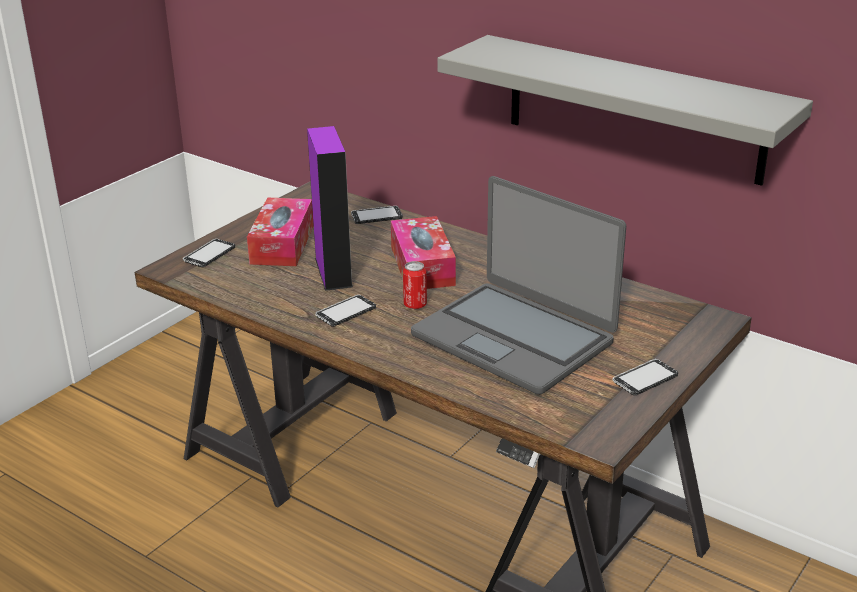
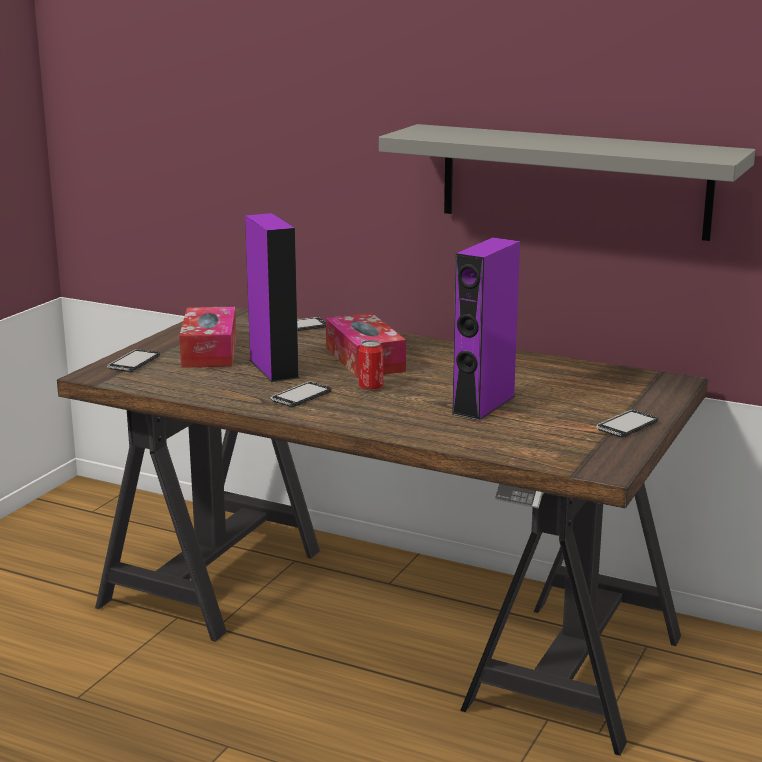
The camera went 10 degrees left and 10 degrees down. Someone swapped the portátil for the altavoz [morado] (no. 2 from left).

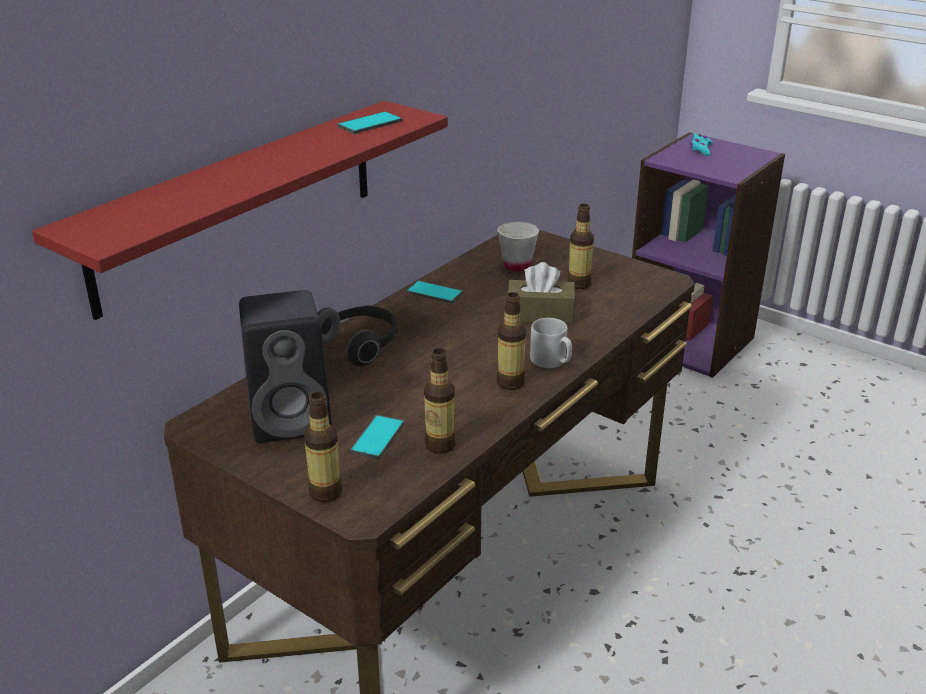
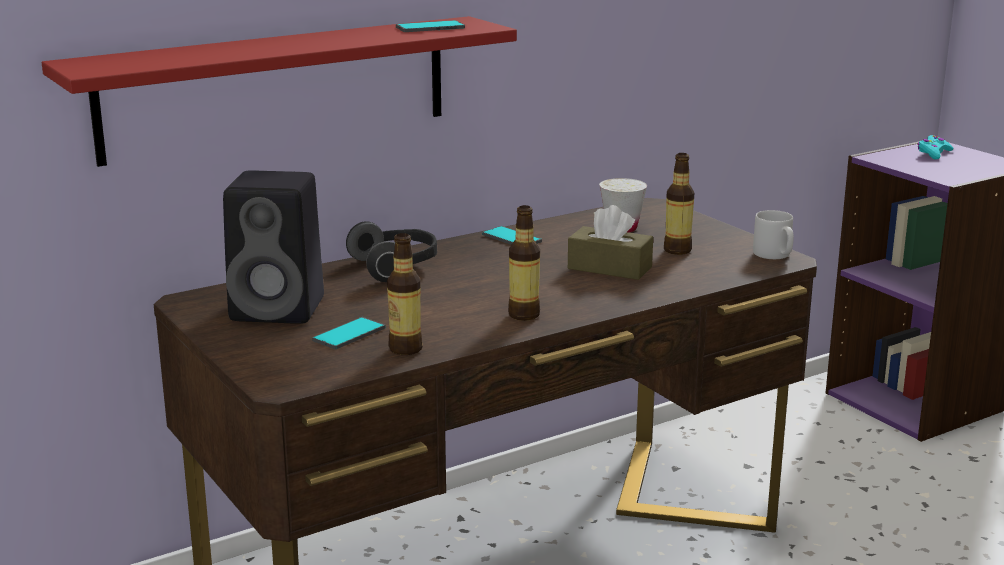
The camera went 20 degrees right and 10 degrees down. Someone carried the taza grande [gris]. Someone took away the botella (no. 1 from left).

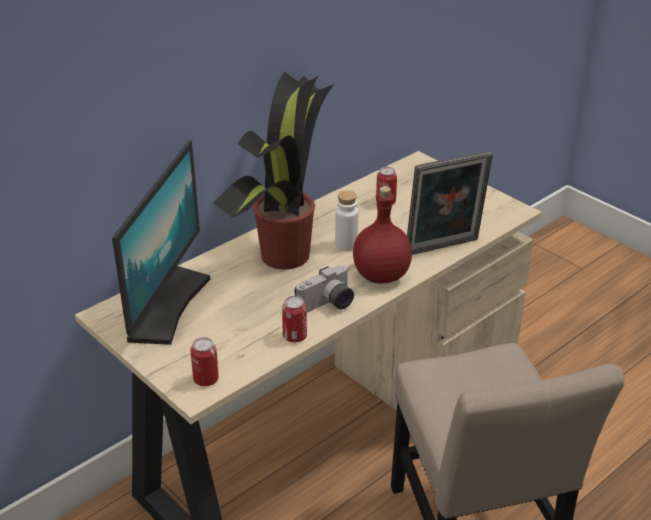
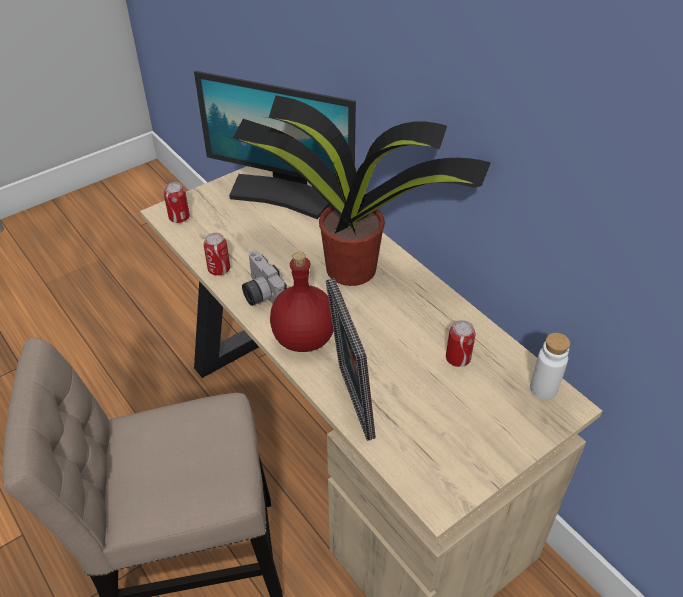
The camera went 95 degrees right and 10 degrees up. Someone carried the botella [blanco].

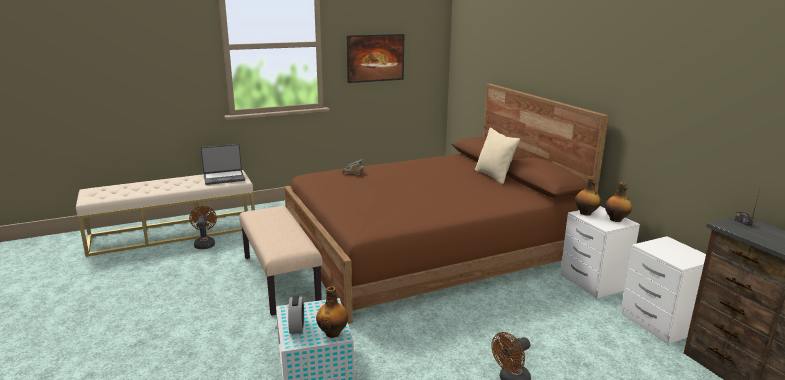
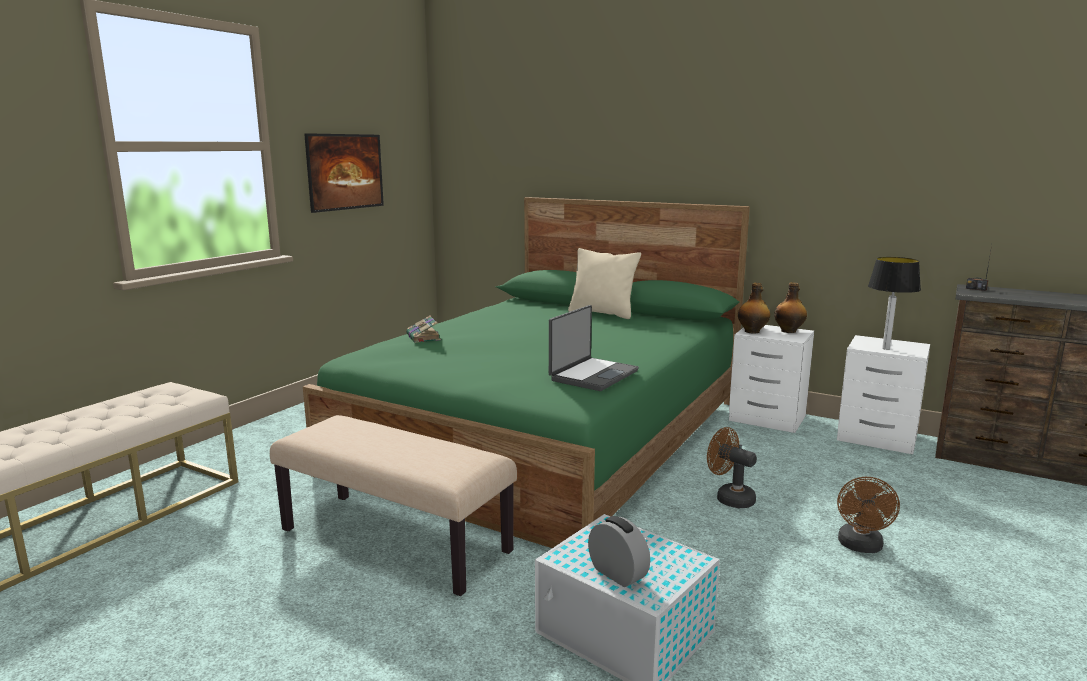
The camera went 35 degrees left and 5 degrees down. Someone repainted the cama [marrón], which became the cama [verde]. Someone carried the portátil. Someone carried the ventilador [marrón] (no. 1 from left). Someone put down the lámpara de mesa. Someone took away the botella (no. 1 from left).

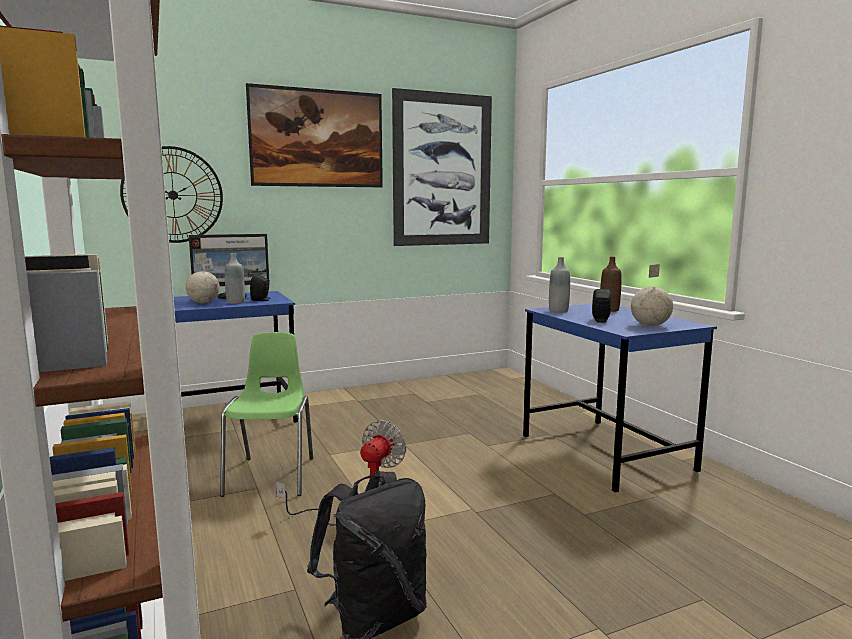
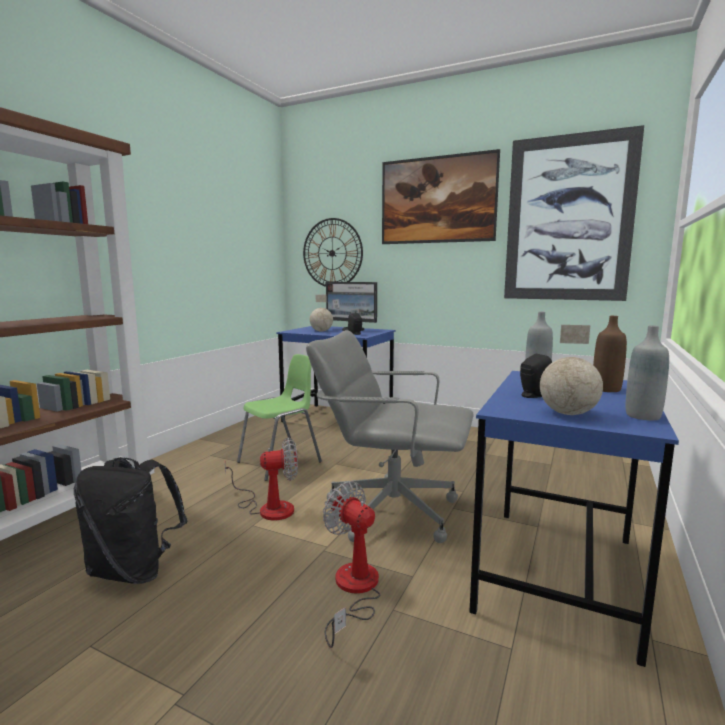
The camera went 50 degrees right and 0 degrees up. Someone put down the silla de oficina [gris]. Someone put down the ventilador (no. 2 from left). Someone carried the botella [gris] (no. 1 from left in the first image).

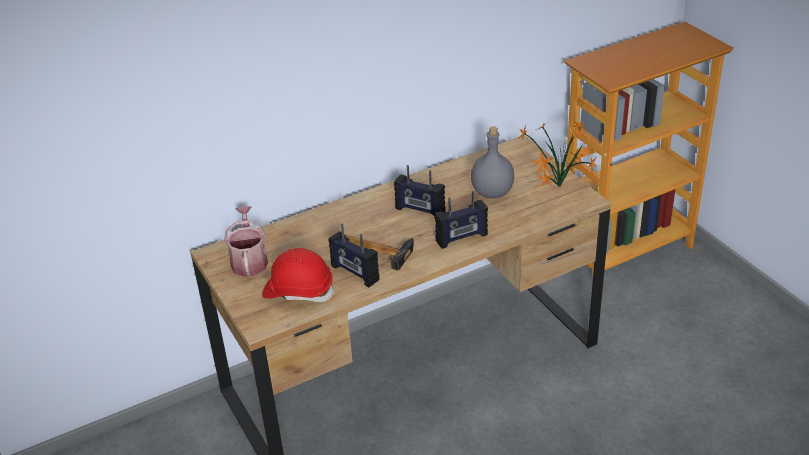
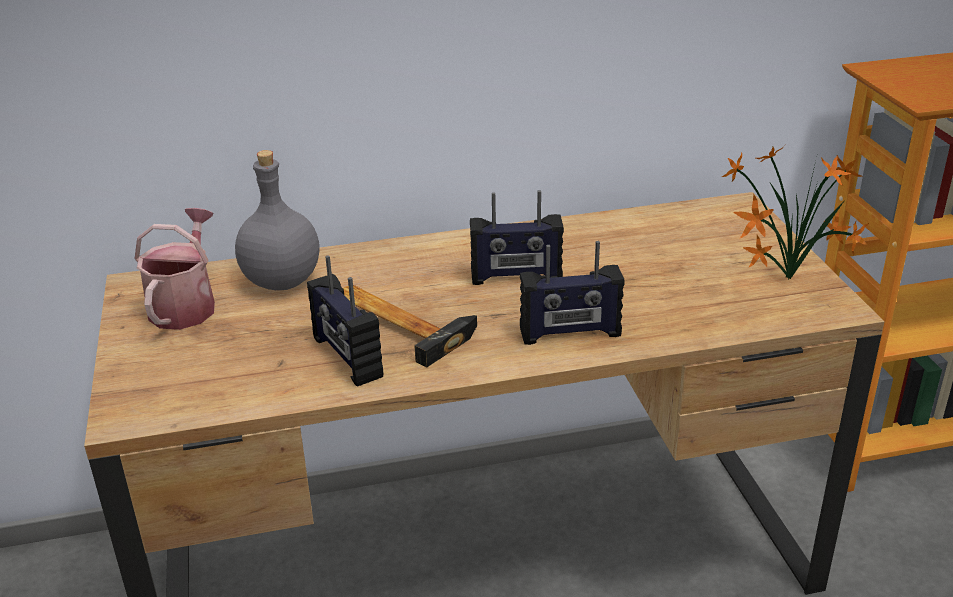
The camera went 15 degrees right and 5 degrees down. Someone carried the botella [gris]. Someone rotated the radio (no. 2 from left) by 45 degrees counterclockwise. Someone took away the casco [rojo].

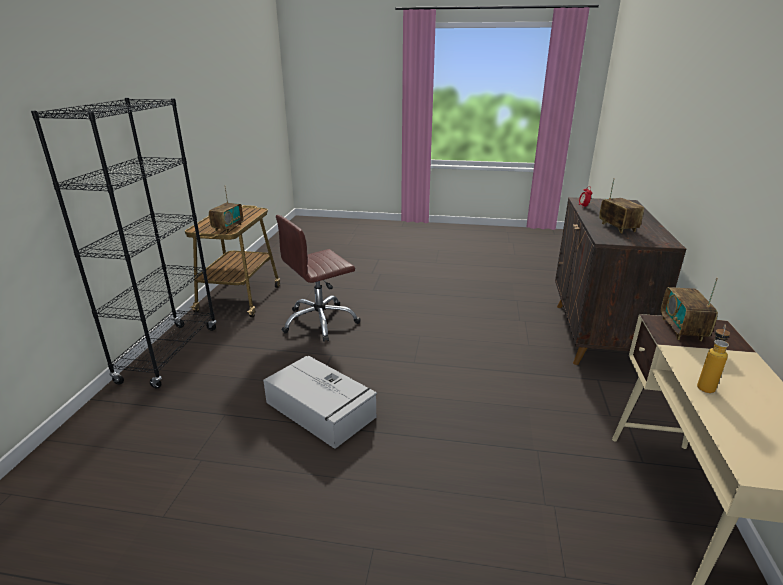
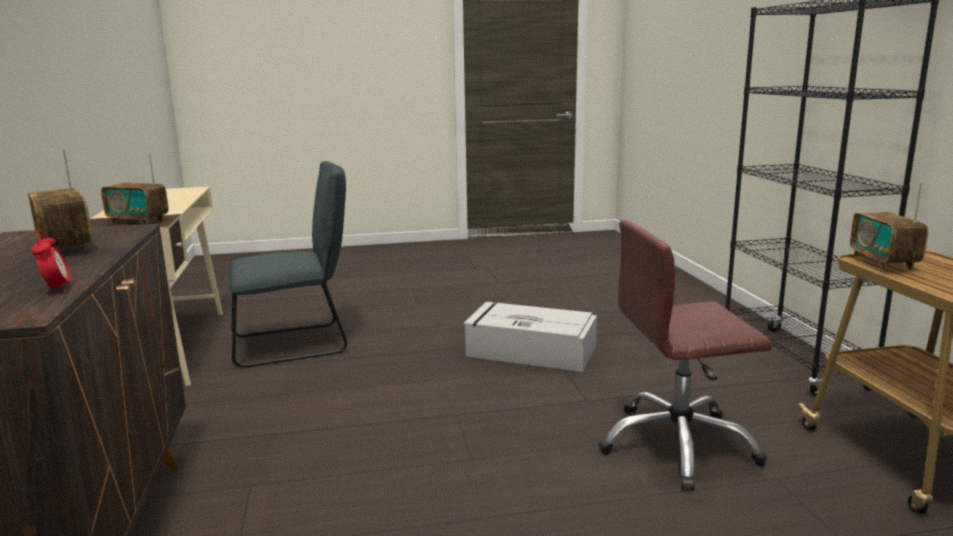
The camera went 160 degrees right and 10 degrees down. Someone rotated the radio (no. 3 from left in the first image) by 120 degrees clockwise. Someone put down the silla [gris]. Someone rotated the silla de oficina [marrón] by 135 degrees counterclockwise. Someone took away the botella.

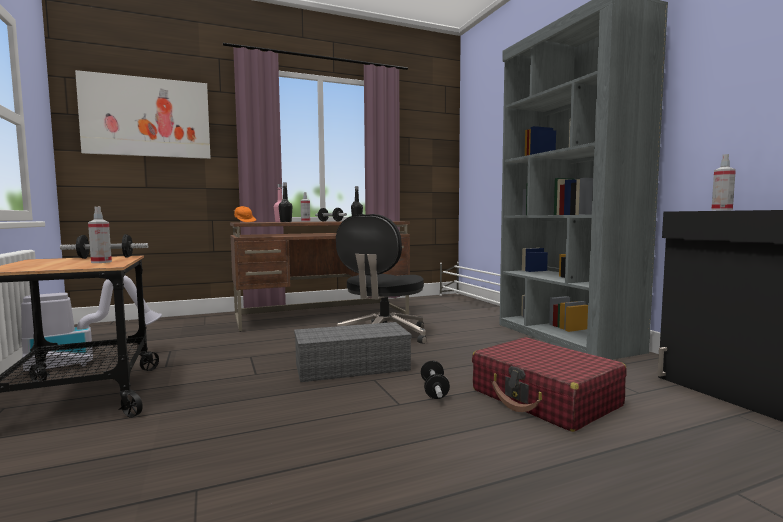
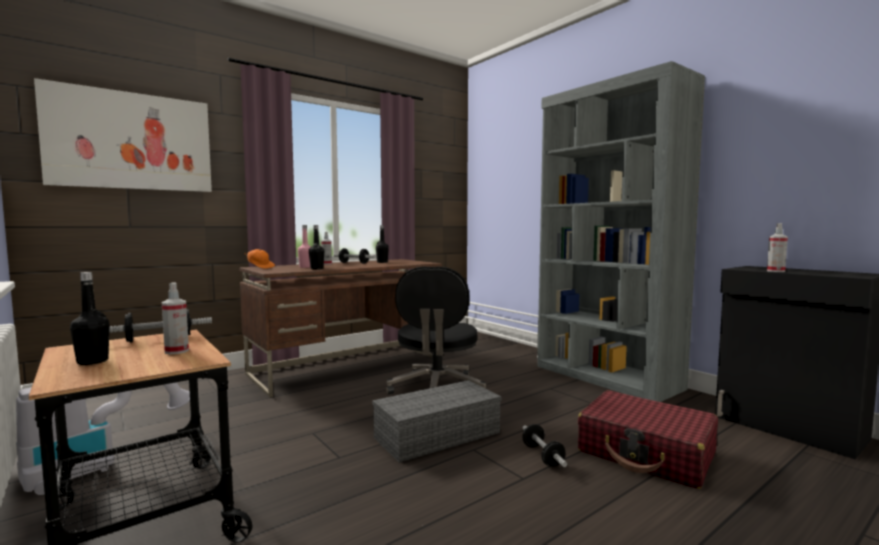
The camera went 15 degrees left and 0 degrees up. Someone put down the botella [negro] (no. 1 from left).

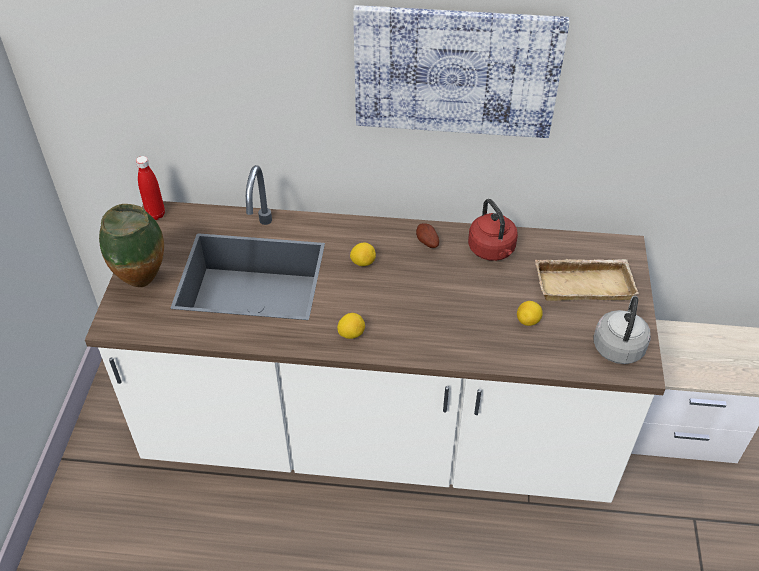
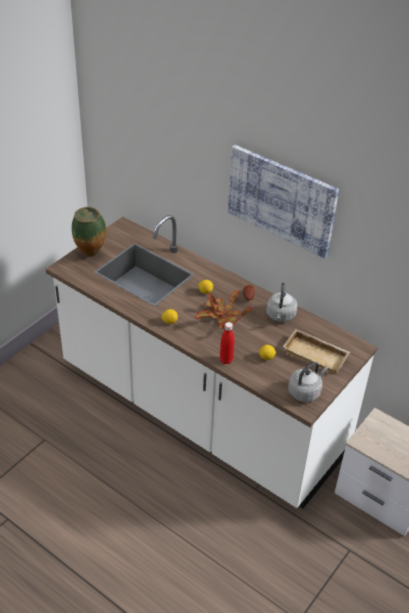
The camera went 30 degrees right and 5 degrees down. Someone put down the planta en maceta. Someone carried the botella [rojo]. Someone repainted the hervidor [rojo], which became the hervidor [gris] (no. 1 from left).

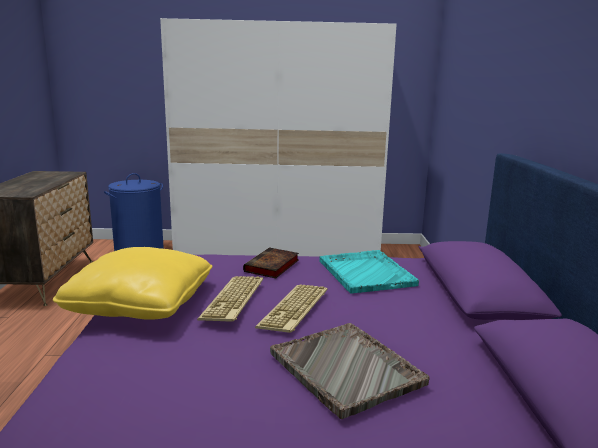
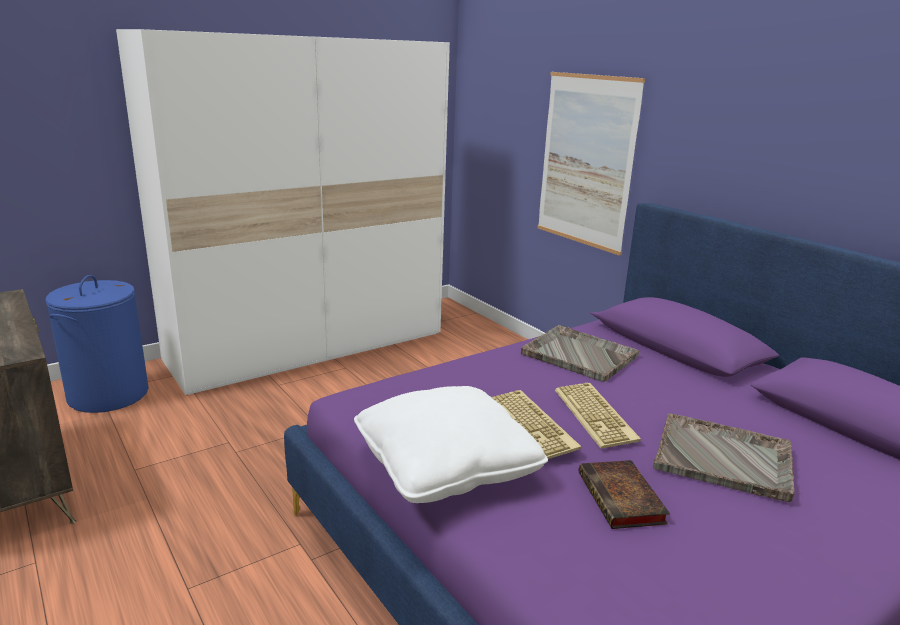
The camera went 35 degrees left and 5 degrees up. Someone repainted the cojín [amarillo], which became the cojín [blanco]. Someone repainted the bandeja [turquesa], which became the bandeja [gris] (no. 1 from left). Someone put up the cuadro. Someone carried the libro.

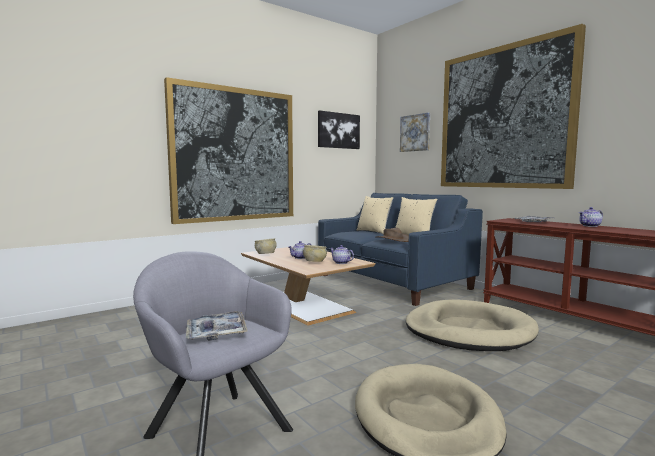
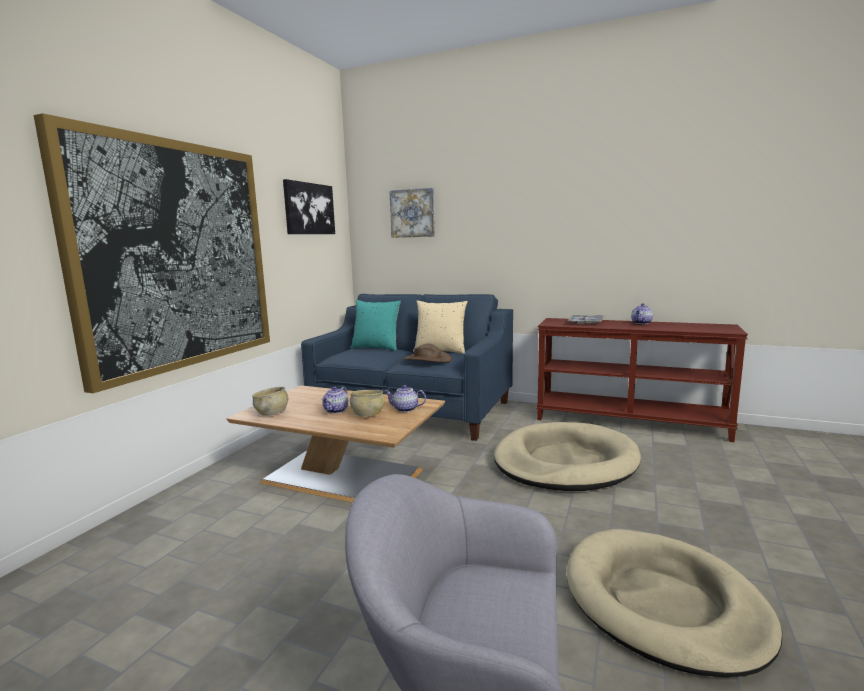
The camera went 30 degrees left and 5 degrees up. Someone repainted the cojín [beis] (no. 1 from left), which became the cojín [turquesa]. Someone took away the bandeja (no. 1 from left). Someone took away the cuadro (no. 4 from left).

